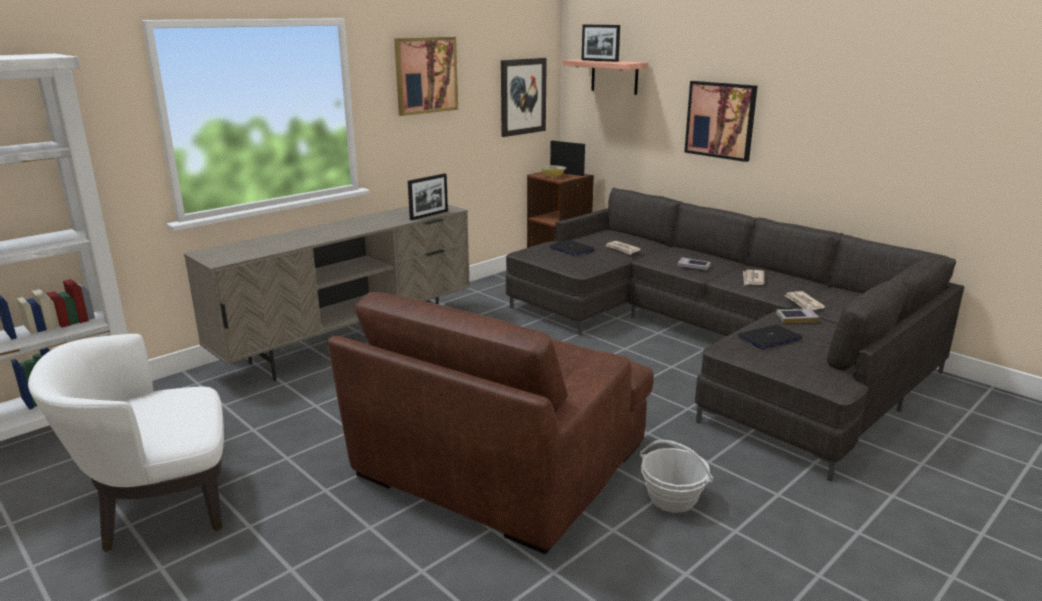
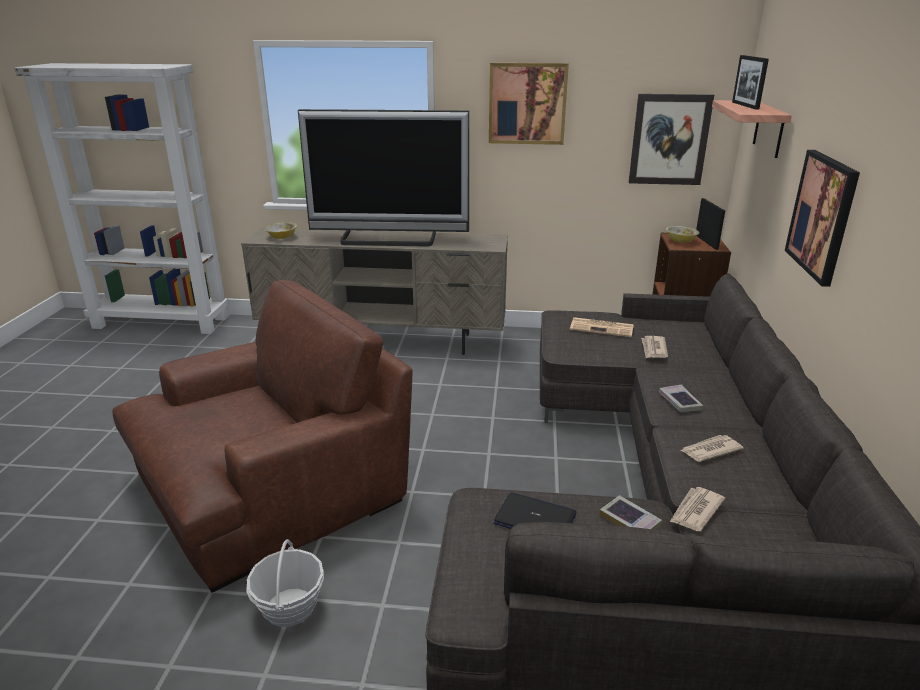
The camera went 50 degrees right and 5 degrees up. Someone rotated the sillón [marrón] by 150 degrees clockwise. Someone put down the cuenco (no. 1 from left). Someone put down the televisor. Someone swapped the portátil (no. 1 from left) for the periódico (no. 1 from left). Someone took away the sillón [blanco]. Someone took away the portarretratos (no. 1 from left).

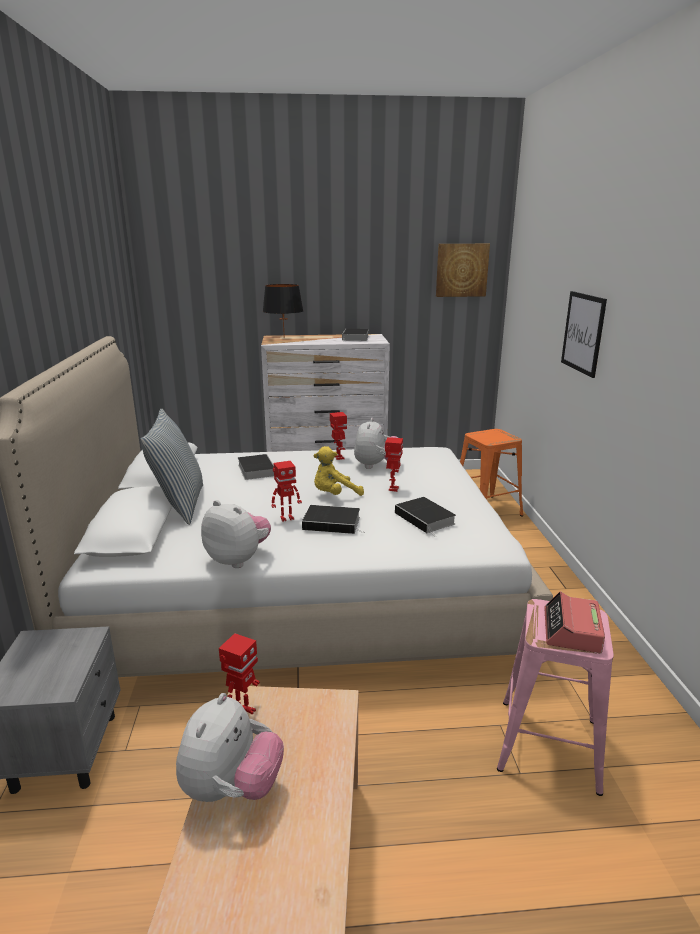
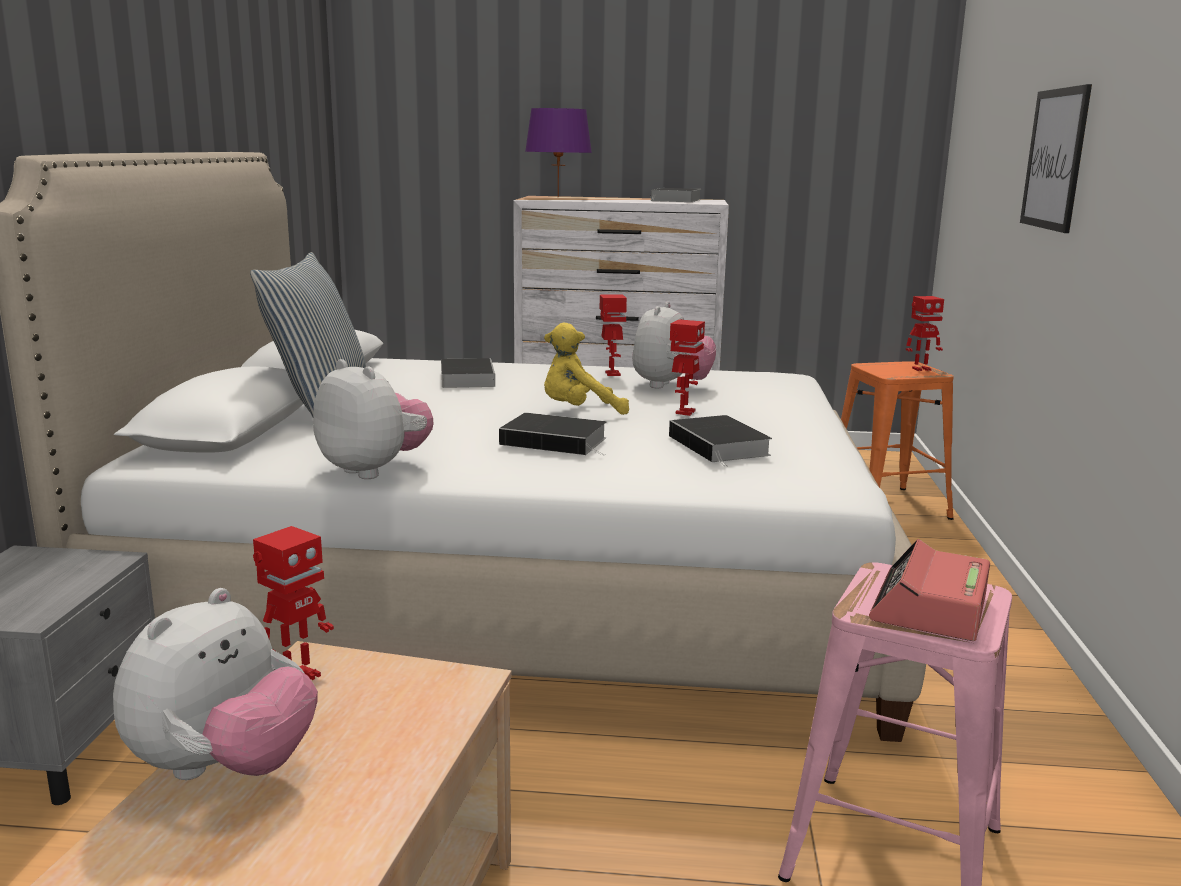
The camera went 10 degrees right and 5 degrees down. Someone repainted the lámpara de mesa [negro], which became the lámpara de mesa [morado]. Someone carried the robot de juguete (no. 2 from left in the first image). Someone took away the cuadro (no. 1 from left).

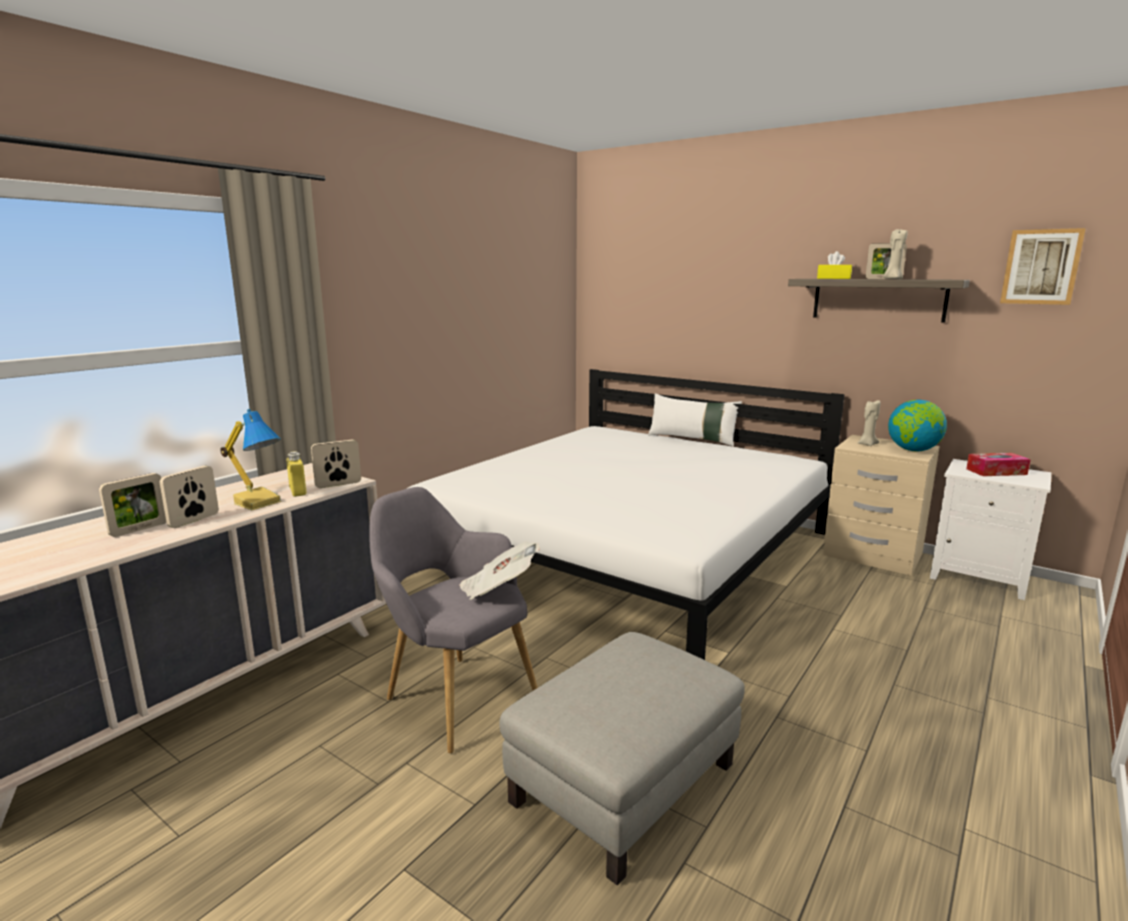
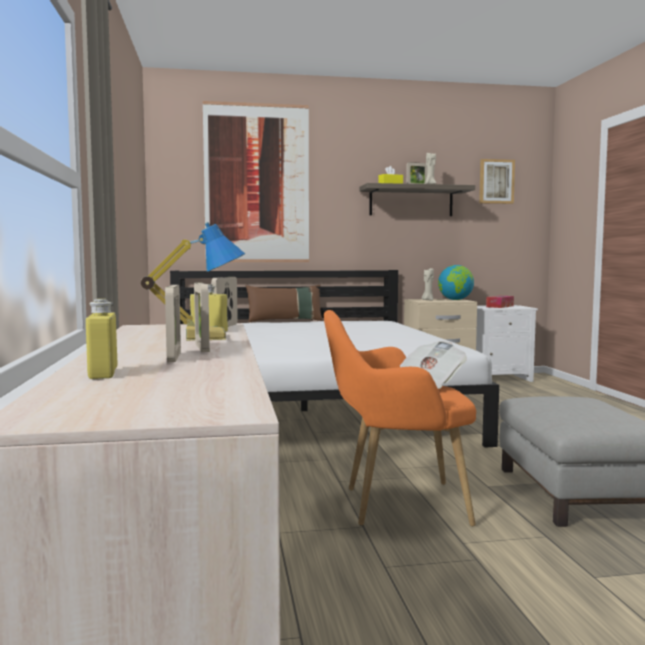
The camera went 45 degrees left and 10 degrees down. Someone put down the botella [amarillo] (no. 1 from left). Someone put up the cuadro (no. 1 from left). Someone repainted the cojín [blanco], which became the cojín [marrón]. Someone repainted the sillón [gris], which became the sillón [naranja].

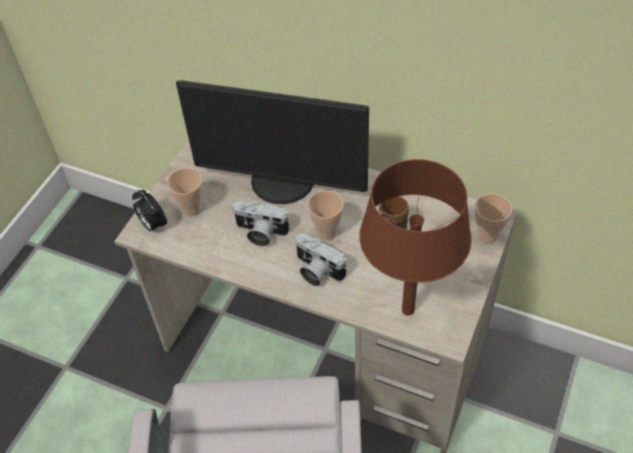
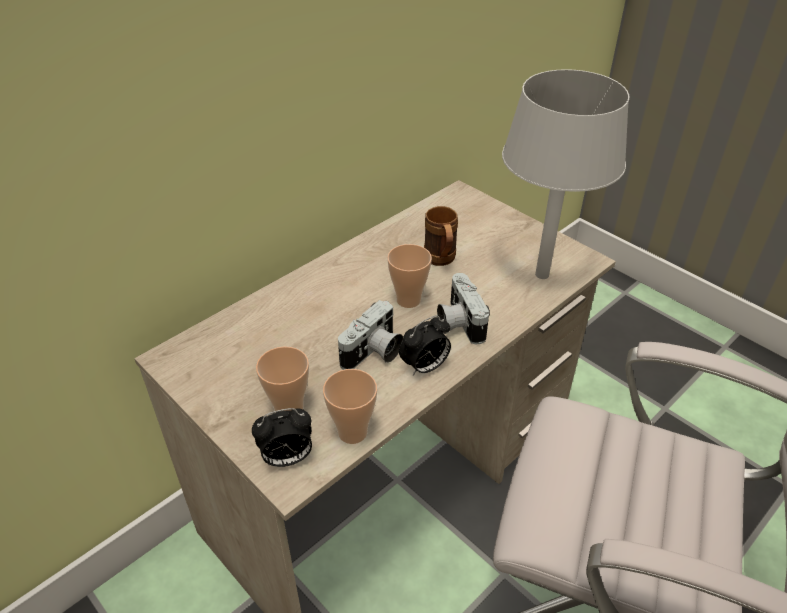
The camera went 70 degrees left and 10 degrees down. Someone carried the taza (no. 3 from left in the first image). Someone put down the despertador (no. 2 from left). Someone rotated the cámara (no. 2 from left) by 105 degrees clockwise. Someone repainted the lámpara de mesa [marrón], which became the lámpara de mesa [gris]. Someone took away the monitor.

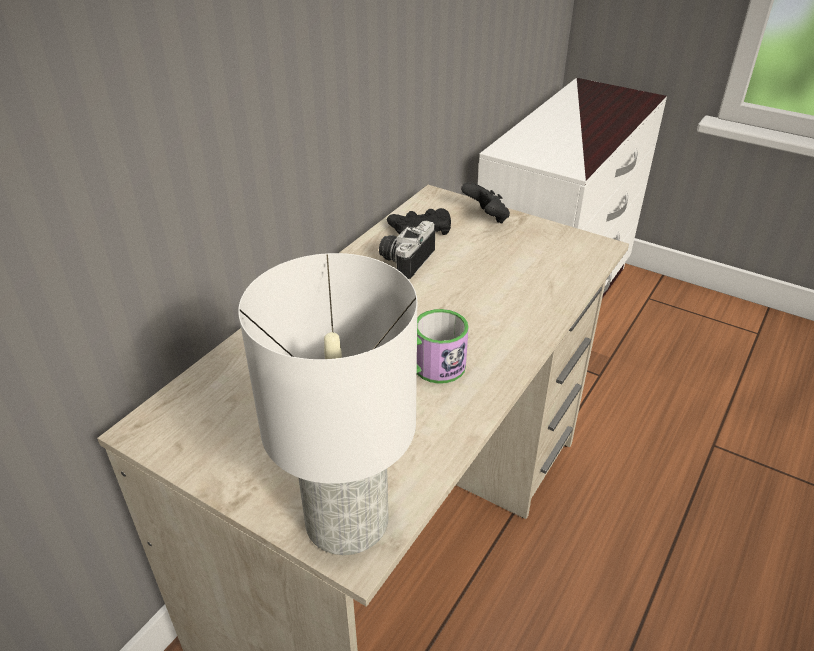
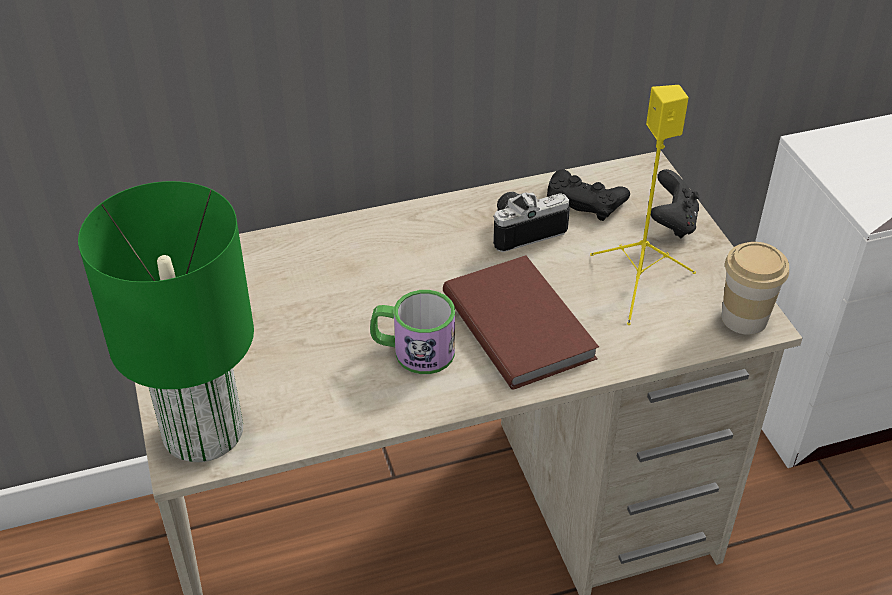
The camera went 40 degrees right and 5 degrees up. Someone repainted the lámpara de mesa [blanco], which became the lámpara de mesa [verde]. Someone put down the libro [marrón]. Someone put down the altavoz [amarillo]. Someone put down the taza.

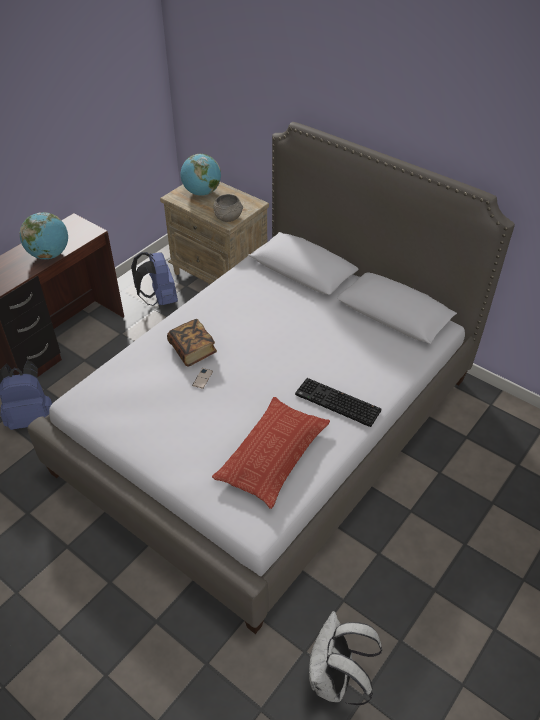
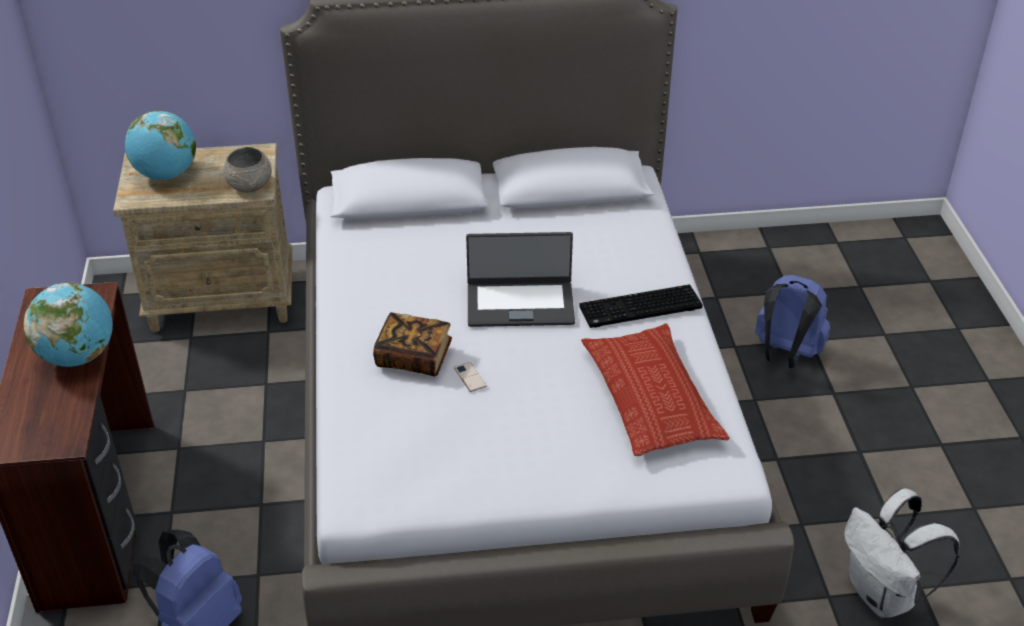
The camera went 45 degrees left and 5 degrees down. Someone put down the portátil. Someone carried the mochila [azul] (no. 2 from left).

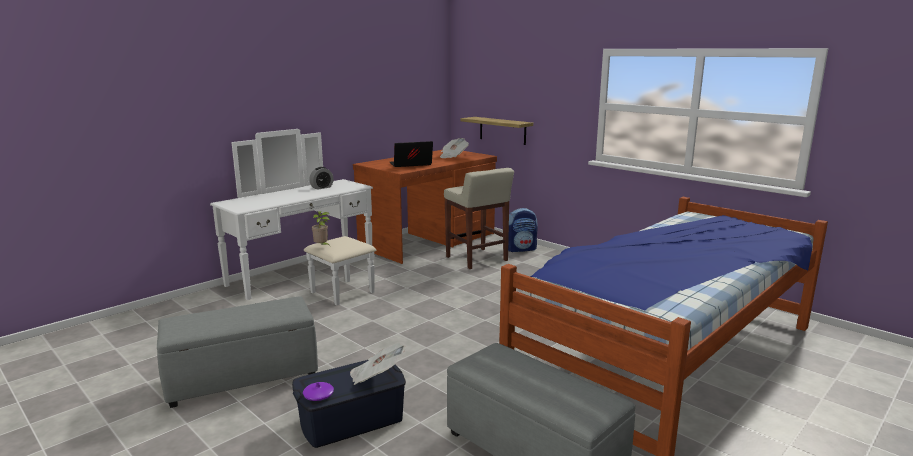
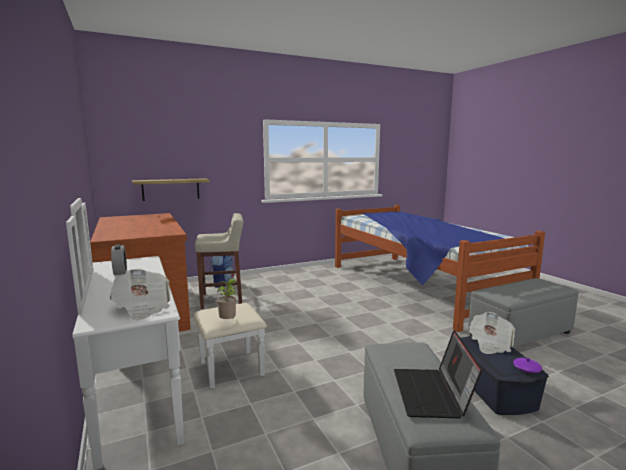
The camera went 70 degrees left and 5 degrees down. Someone carried the periódico (no. 2 from left in the first image). Someone carried the portátil.

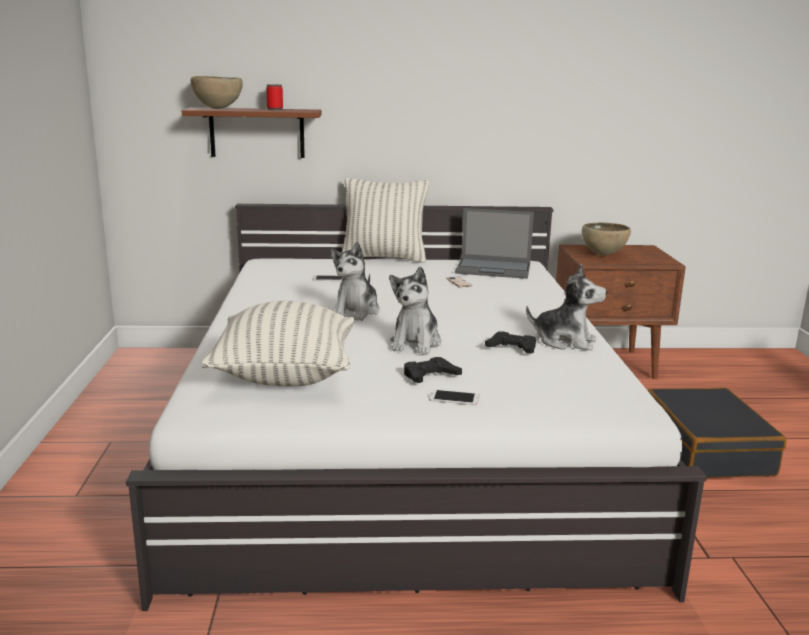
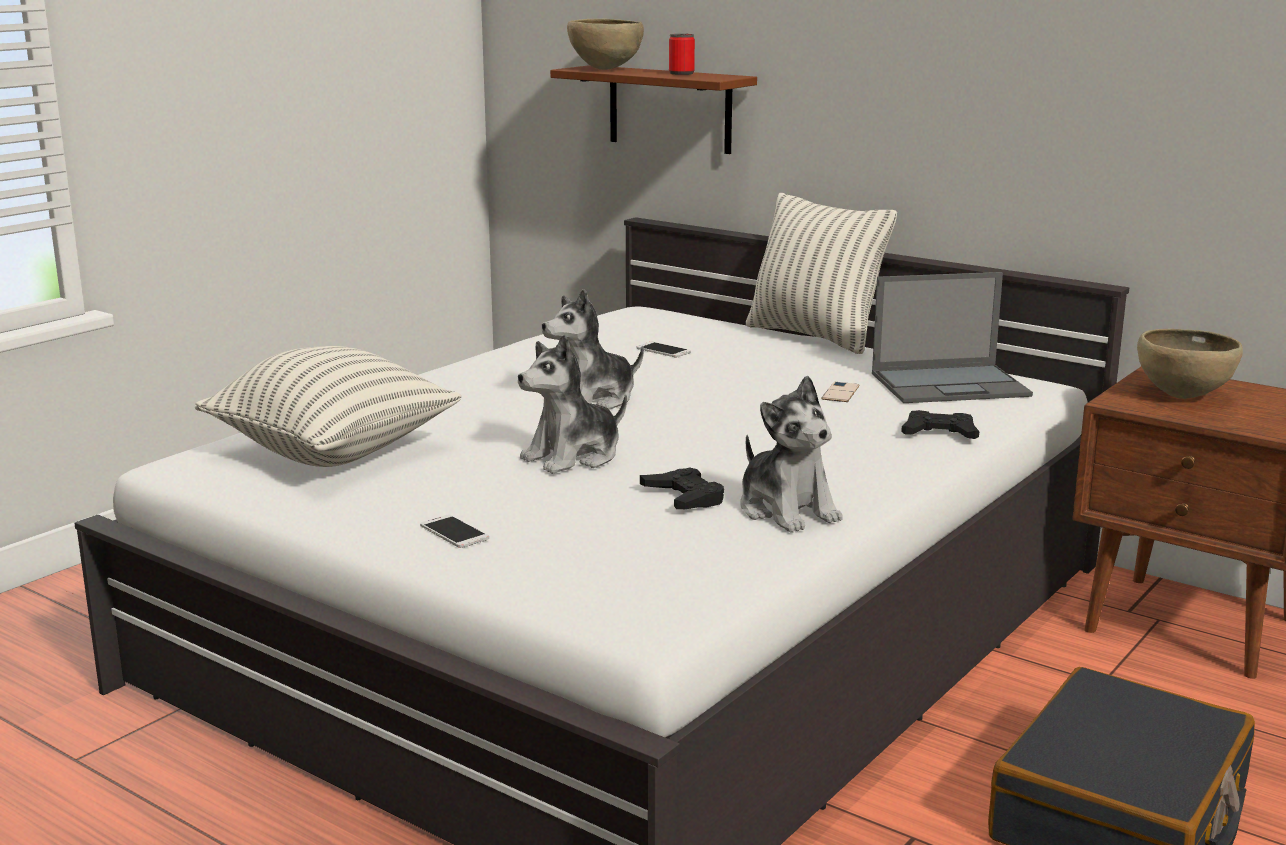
The camera went 40 degrees right and 0 degrees up. Someone rotated the portátil by 60 degrees counterclockwise. Someone carried the mando de consola [negro] (no. 1 from left in the first image).

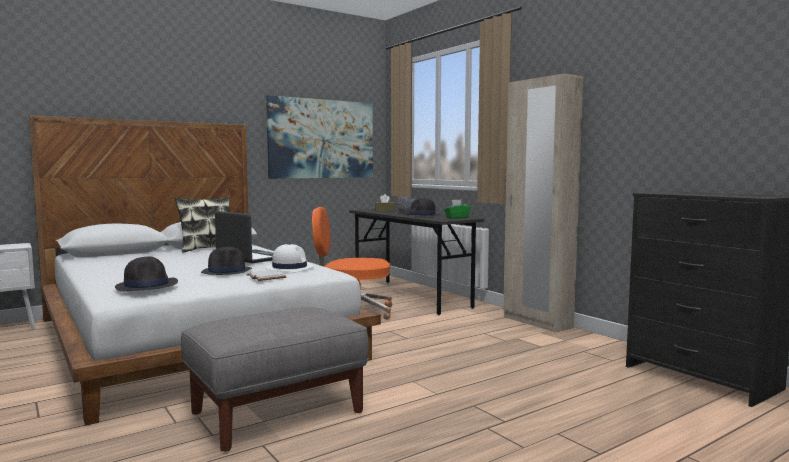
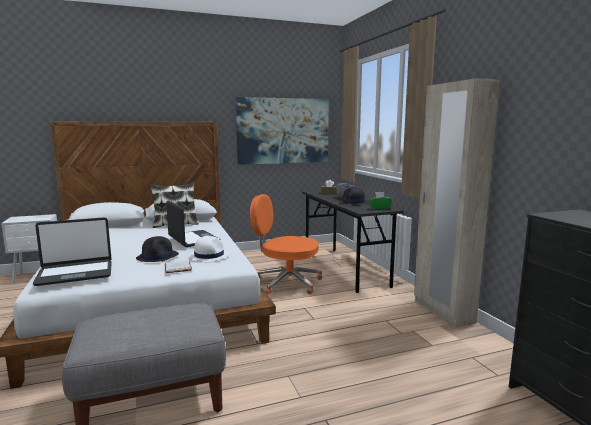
The camera went 15 degrees right and 5 degrees up. Someone swapped the sombrero [negro] (no. 1 from left) for the portátil (no. 1 from left).

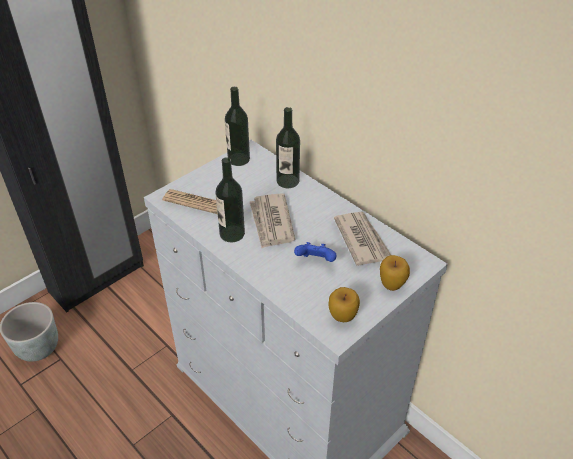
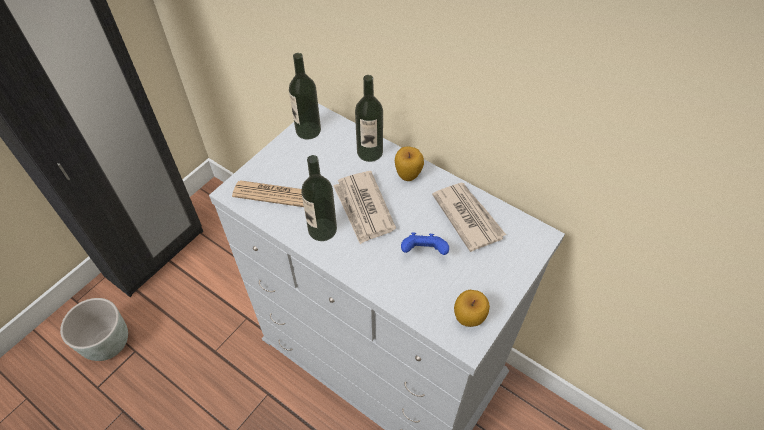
The camera went 10 degrees left and 10 degrees up. Someone carried the manzana (no. 2 from left in the first image).

